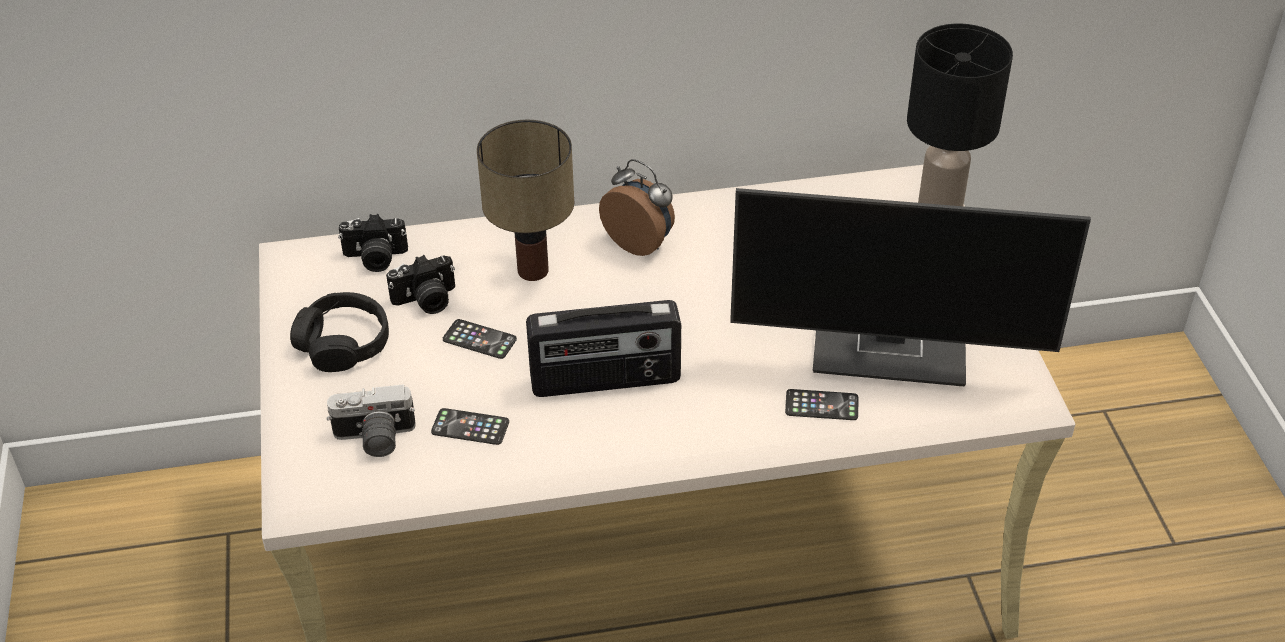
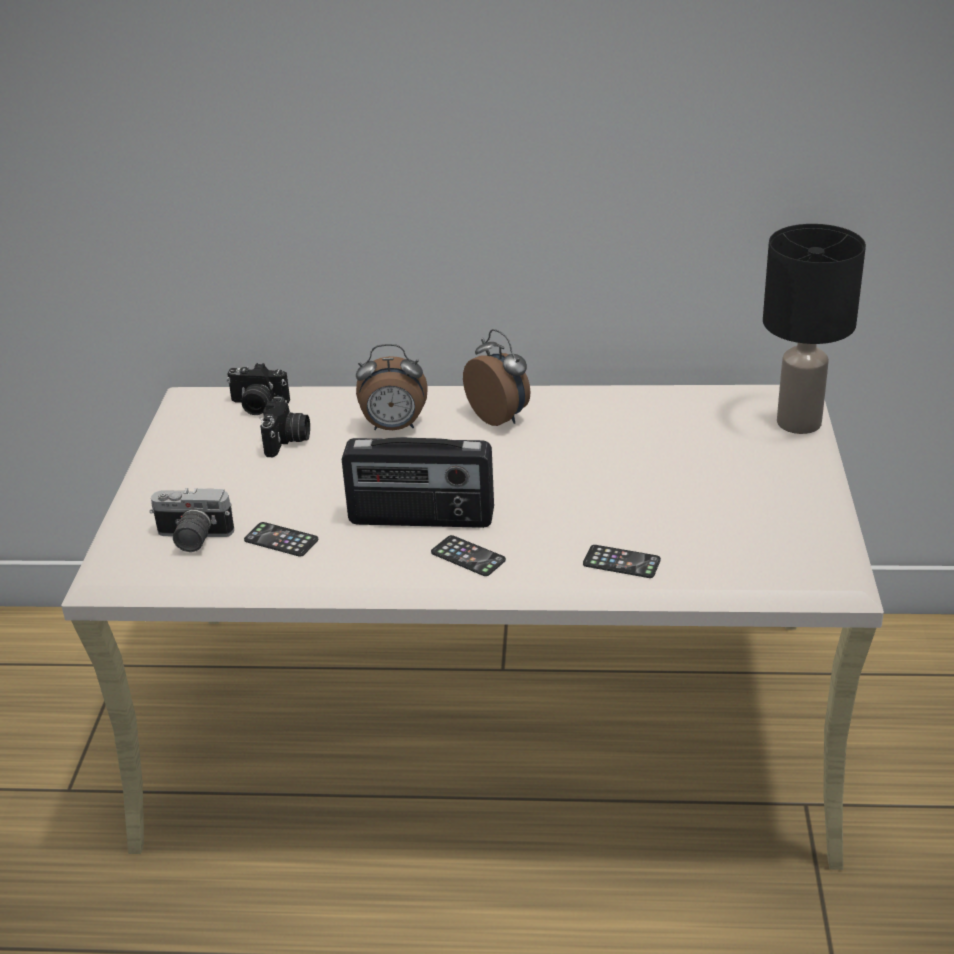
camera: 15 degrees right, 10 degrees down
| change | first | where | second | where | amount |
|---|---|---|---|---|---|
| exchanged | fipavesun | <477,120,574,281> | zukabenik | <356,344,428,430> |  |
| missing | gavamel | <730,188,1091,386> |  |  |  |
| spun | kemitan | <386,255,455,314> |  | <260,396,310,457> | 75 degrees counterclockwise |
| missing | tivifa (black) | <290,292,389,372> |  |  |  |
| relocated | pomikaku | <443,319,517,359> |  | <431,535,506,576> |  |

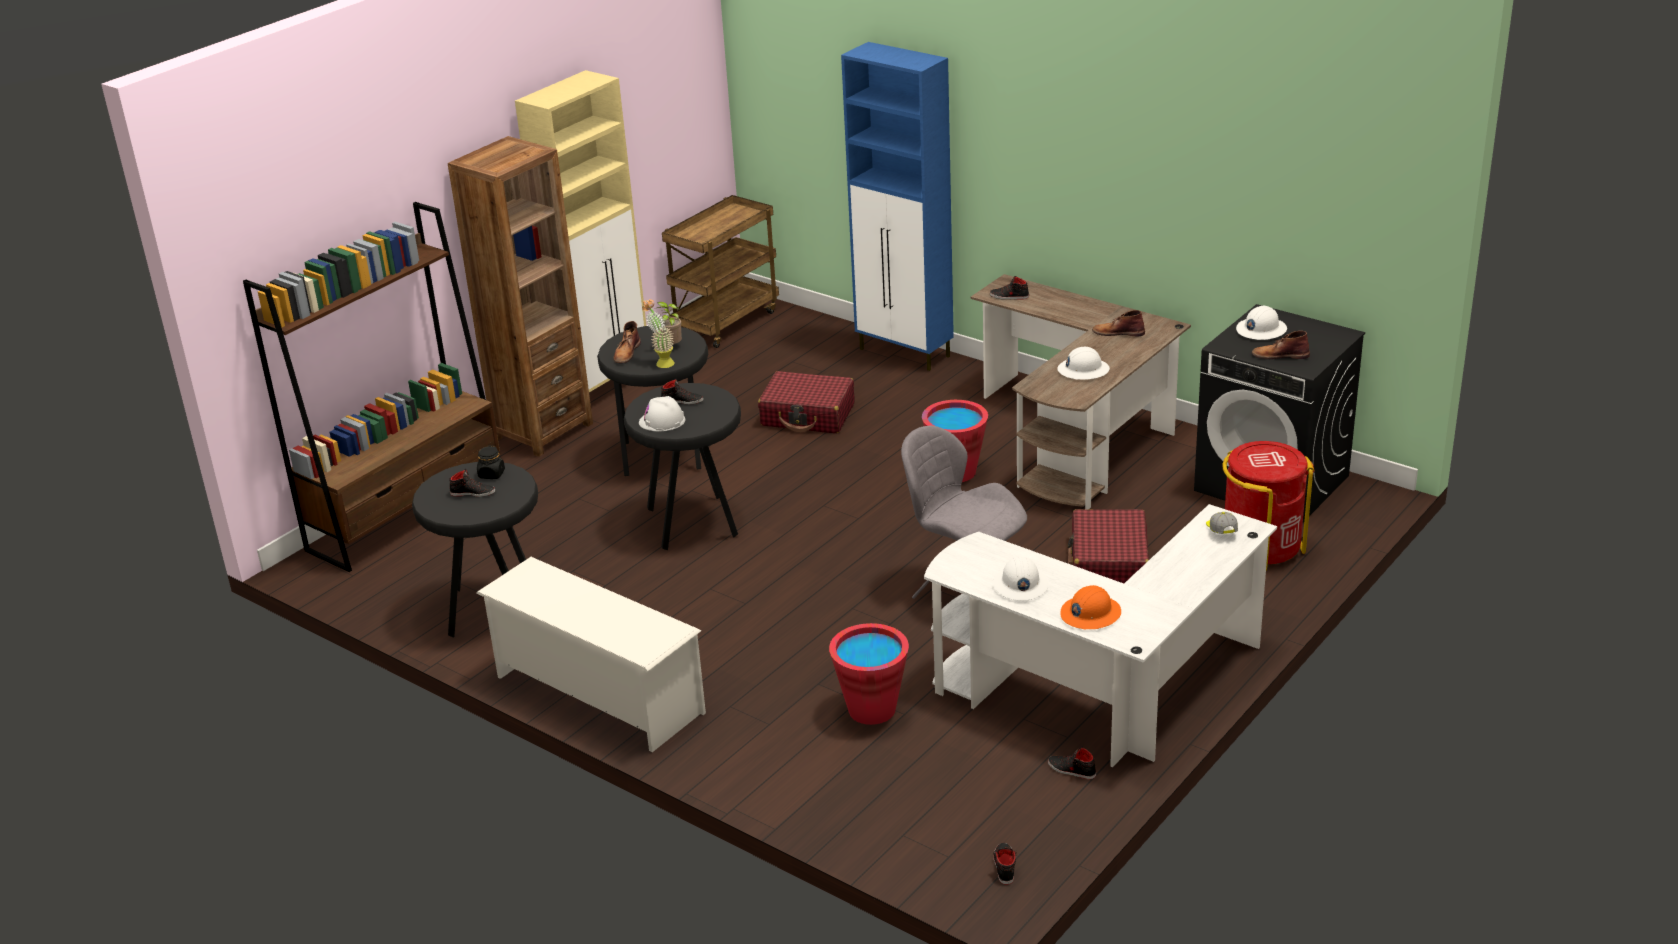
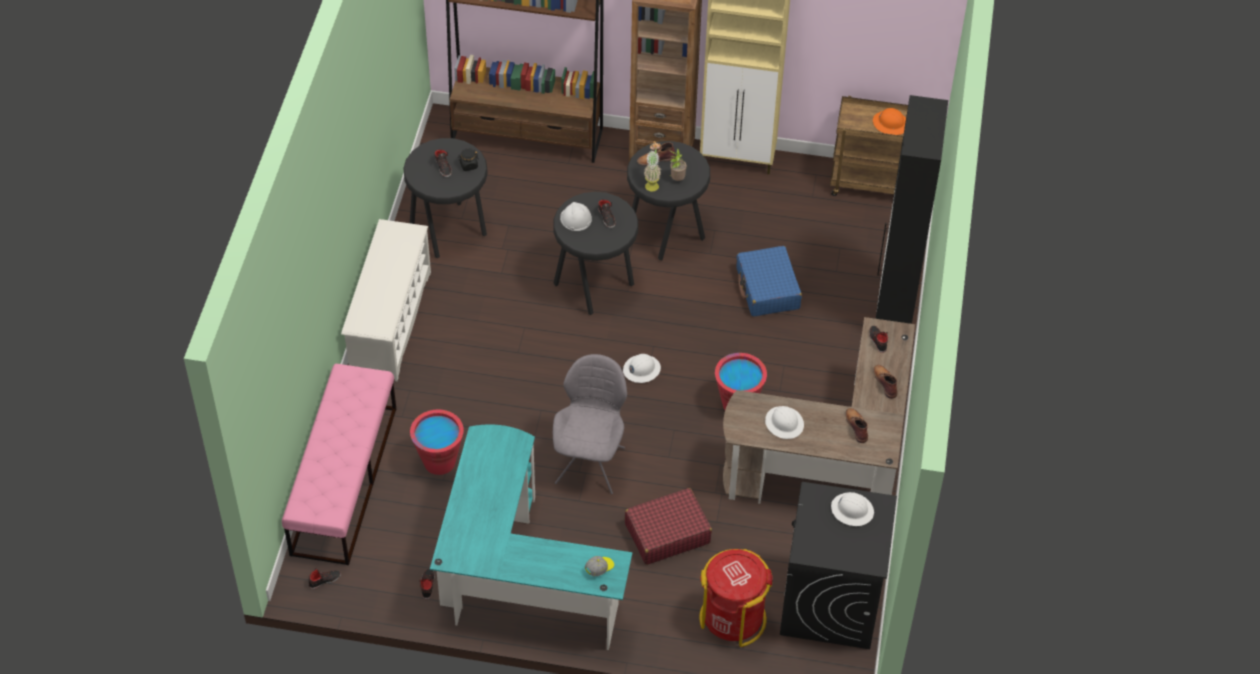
camera: 60 degrees right, 20 degrees up
| change | first | where | second | where | amount |
|---|---|---|---|---|---|
| colour | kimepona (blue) | <841,42,954,371> | kimepona (black) | <876,95,948,324> |  |
| relocated | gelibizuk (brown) | <1252,331,1310,359> |  | <873,365,897,399> |  |
| colour | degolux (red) | <758,371,855,433> | degolux (blue) | <736,246,802,317> |  |
| colour | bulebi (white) | <924,504,1277,767> | bulebi (turquoise) | <430,424,632,650> |  |
| relocated | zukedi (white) | <993,557,1049,601> |  | <623,354,661,383> |  |
| relocated | zukedi (orange) | <1060,585,1121,629> |  | <873,108,906,135> |  |
| appeared |  |  | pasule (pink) | <282,364,396,565> |  |

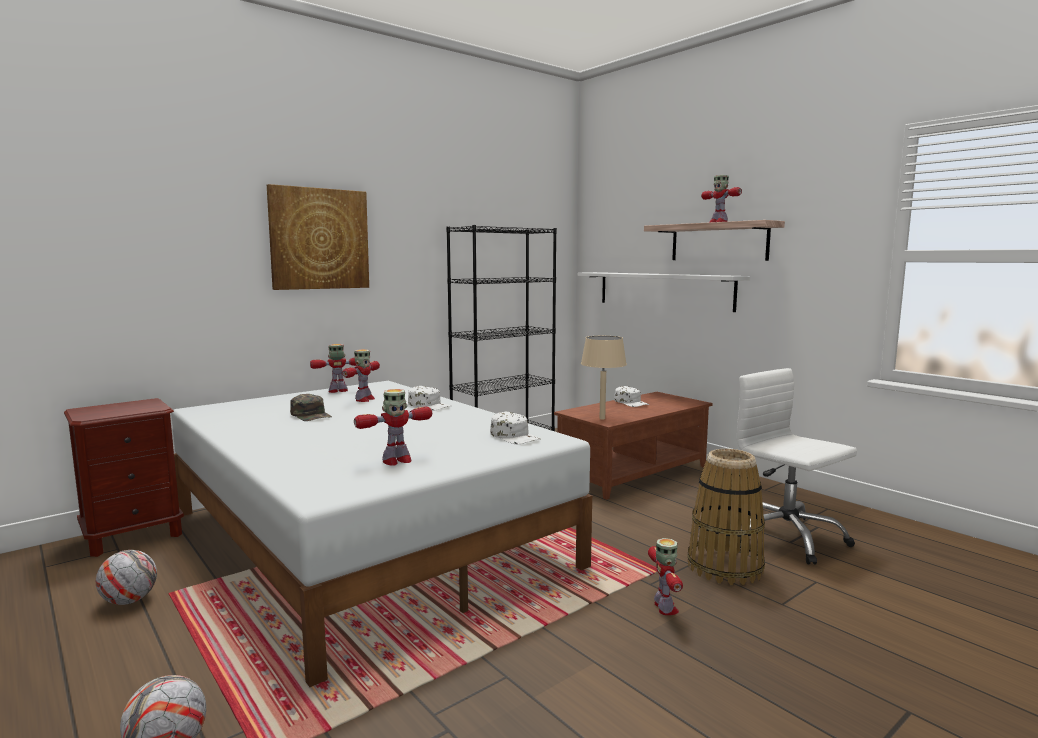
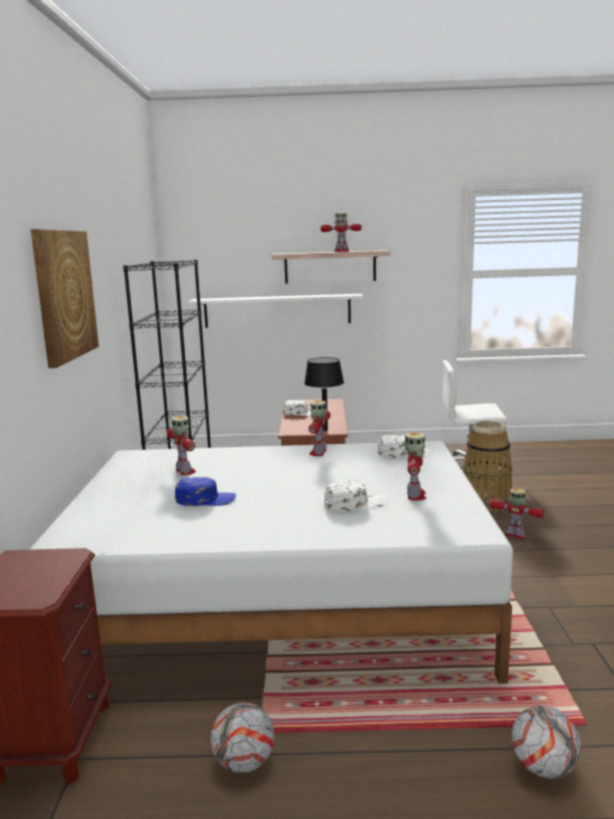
camera: 50 degrees left, 5 degrees up
| change | first | where | second | where | amount |
|---|---|---|---|---|---|
| colour | fipavesun (beige) | <581,336,627,419> | fipavesun (black) | <304,357,344,431> |  |
| relocated | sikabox | <310,344,358,393> |  | <309,400,331,456> |  |
| relocated | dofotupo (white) | <408,386,451,411> |  | <324,480,386,511> |  |
| colour | dofotupo (green) | <290,394,332,421> | dofotupo (blue) | <175,477,236,506> |  |

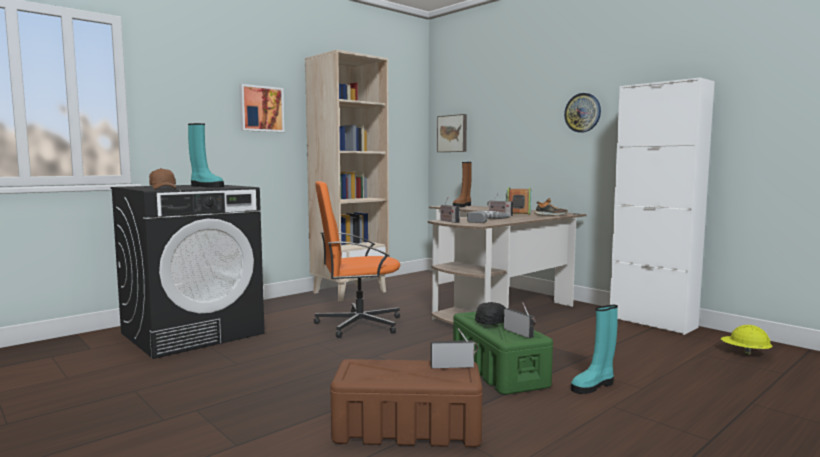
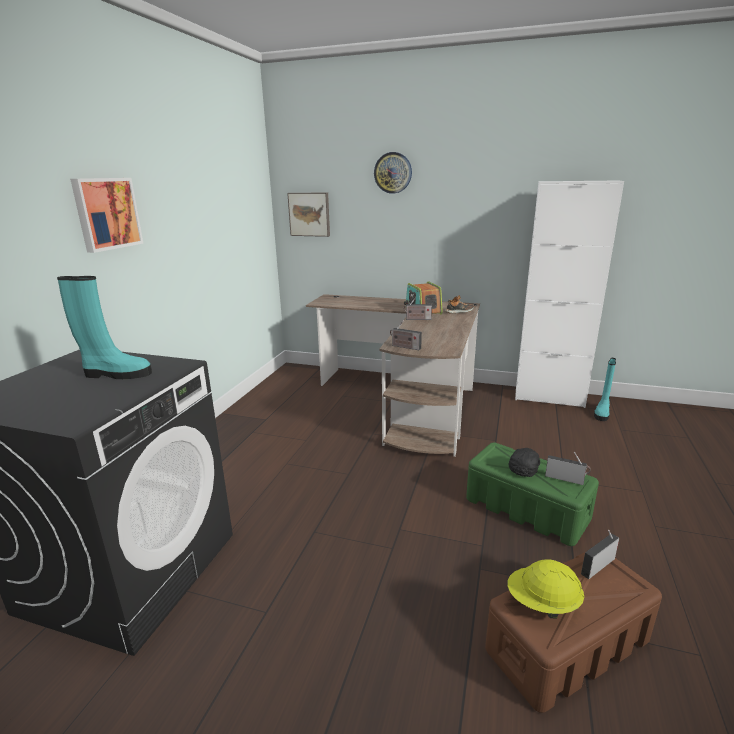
camera: 30 degrees left, 15 degrees up
| change | first | where | second | where | amount |
|---|---|---|---|---|---|
| missing | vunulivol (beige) | <305,50,389,302> |  |  |  |
| relocated | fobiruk | <564,93,601,133> |  | <374,152,412,194> |  |
| missing | gelibizuk (brown) | <453,162,472,207> |  |  |  |
| missing | dofotupo (brown) | <149,168,176,189> |  |  |  |
| missing | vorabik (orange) | <314,181,400,338> |  |  |  |
| missing | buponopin | <467,210,510,223> |  |  |  |
| relocated | gelibizuk (turquoise) | <571,305,618,394> |  | <594,358,616,421> |  |
| relocated | zukedi (yellow) | <721,325,773,356> |  | <508,559,584,619> |  |

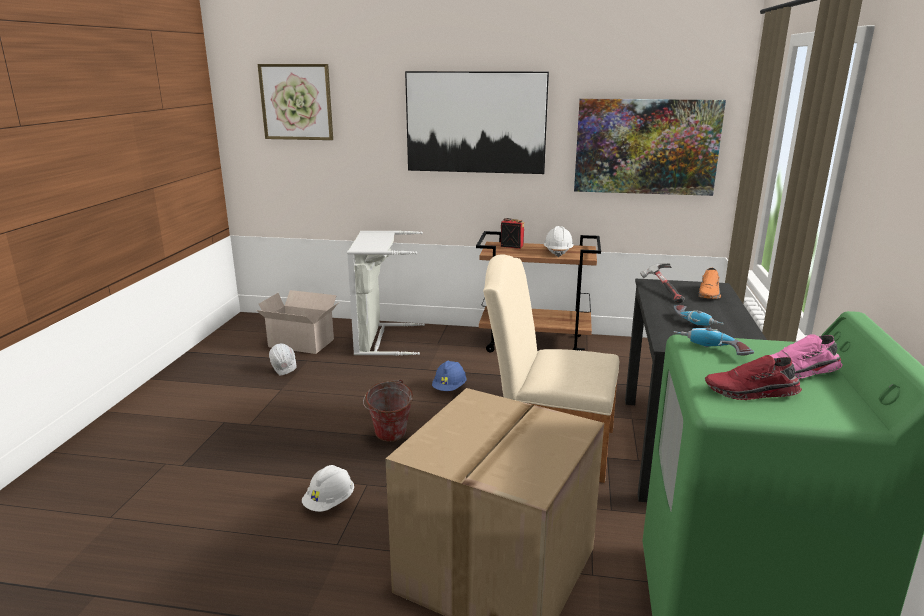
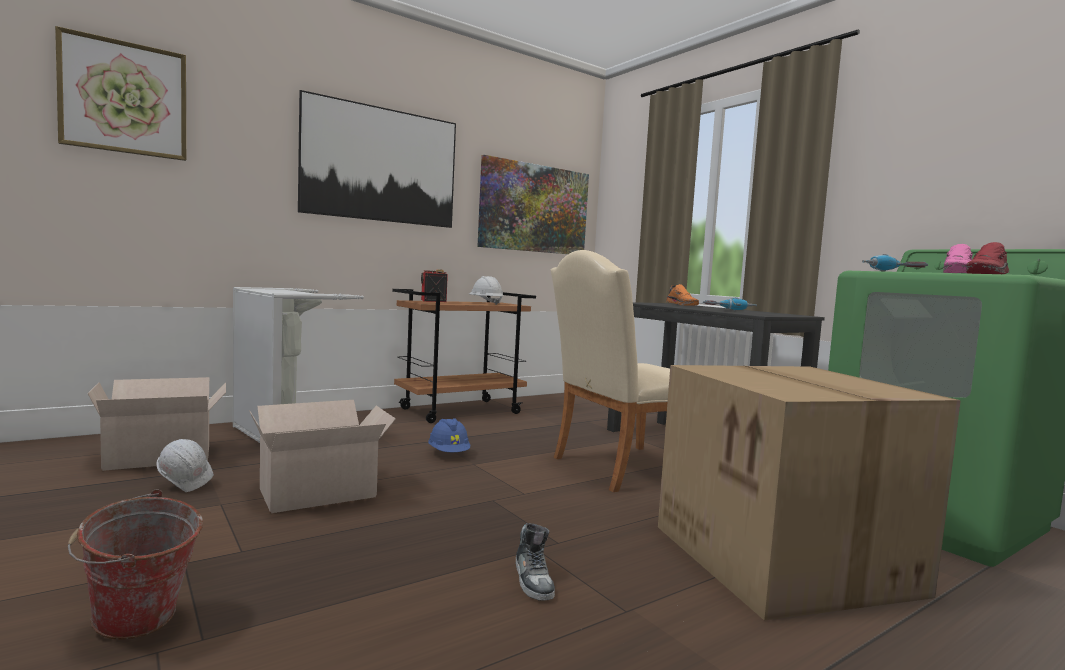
camera: 45 degrees left, 15 degrees down
| change | first | where | second | where | amount |
|---|---|---|---|---|---|
| missing | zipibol | <640,263,684,303> |  |  |  |
| relocated | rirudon | <363,379,413,442> |  | <68,490,203,640> |  |
| exchanged | zukedi (white) | <302,465,354,512> | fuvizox | <516,523,555,601> |  |
| appeared |  |  | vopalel | <249,400,396,513> |  |

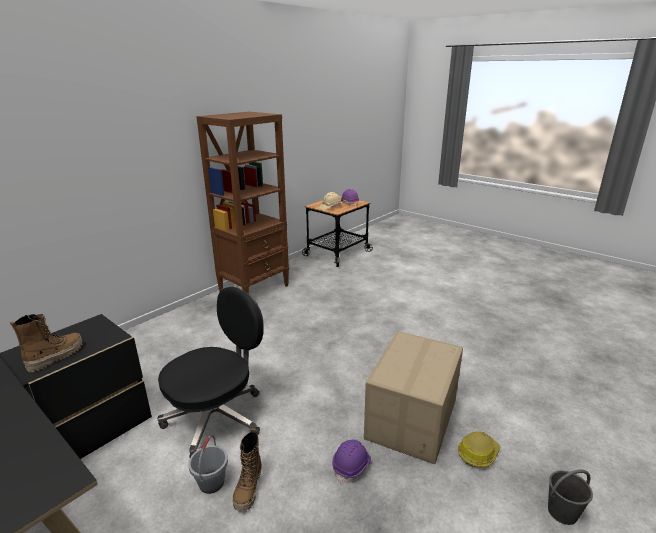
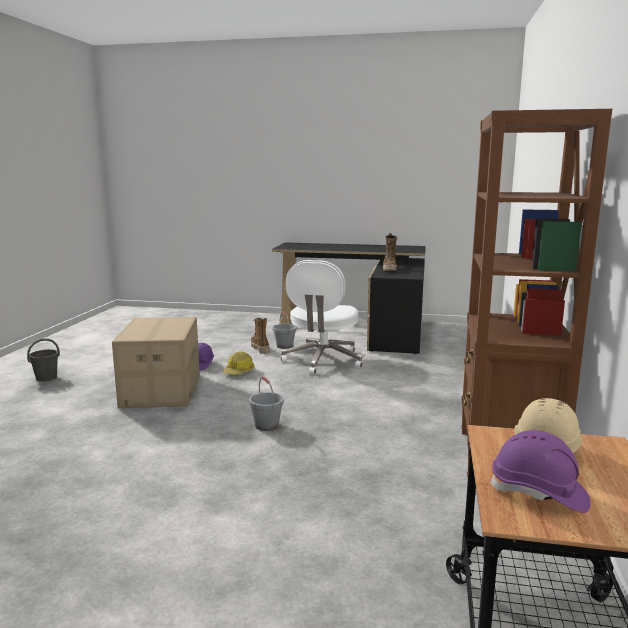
camera: 150 degrees right, 10 degrees down
| change | first | where | second | where | amount |
|---|---|---|---|---|---|
| colour | vorabik (black) | <157,287,263,457> | vorabik (white) | <281,260,363,375> |  |
| relocated | zukedi | <458,431,500,468> |  | <223,351,255,375> |  |
| appeared |  |  | rirudon (grey) | <249,377,284,431> |  |

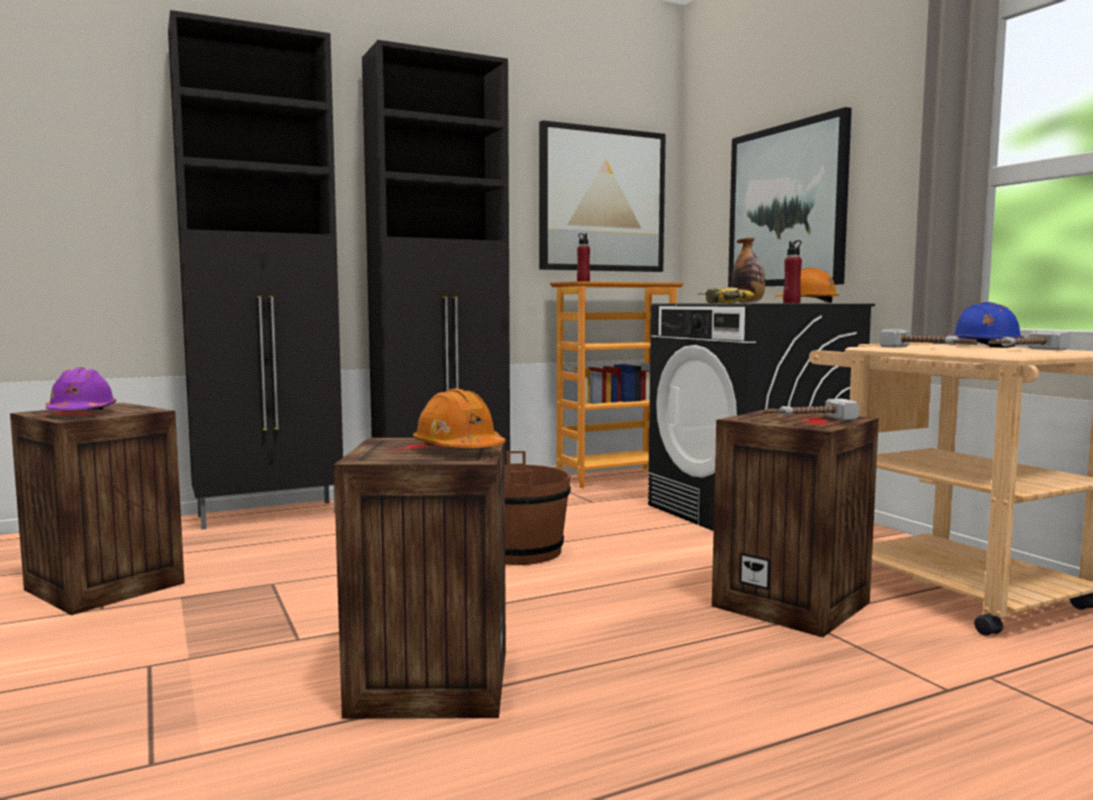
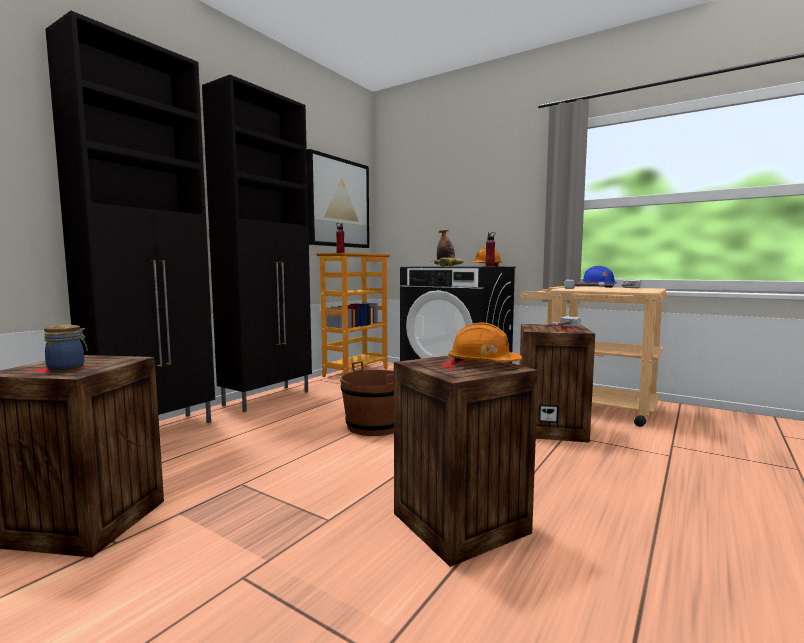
camera: 30 degrees left, 0 degrees up
| change | first | where | second | where | amount |
|---|---|---|---|---|---|
| missing | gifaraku | <728,107,852,287> |  |  |  |
| exchanged | zukedi (purple) | <46,367,117,410> | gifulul | <44,324,88,371> |  |

